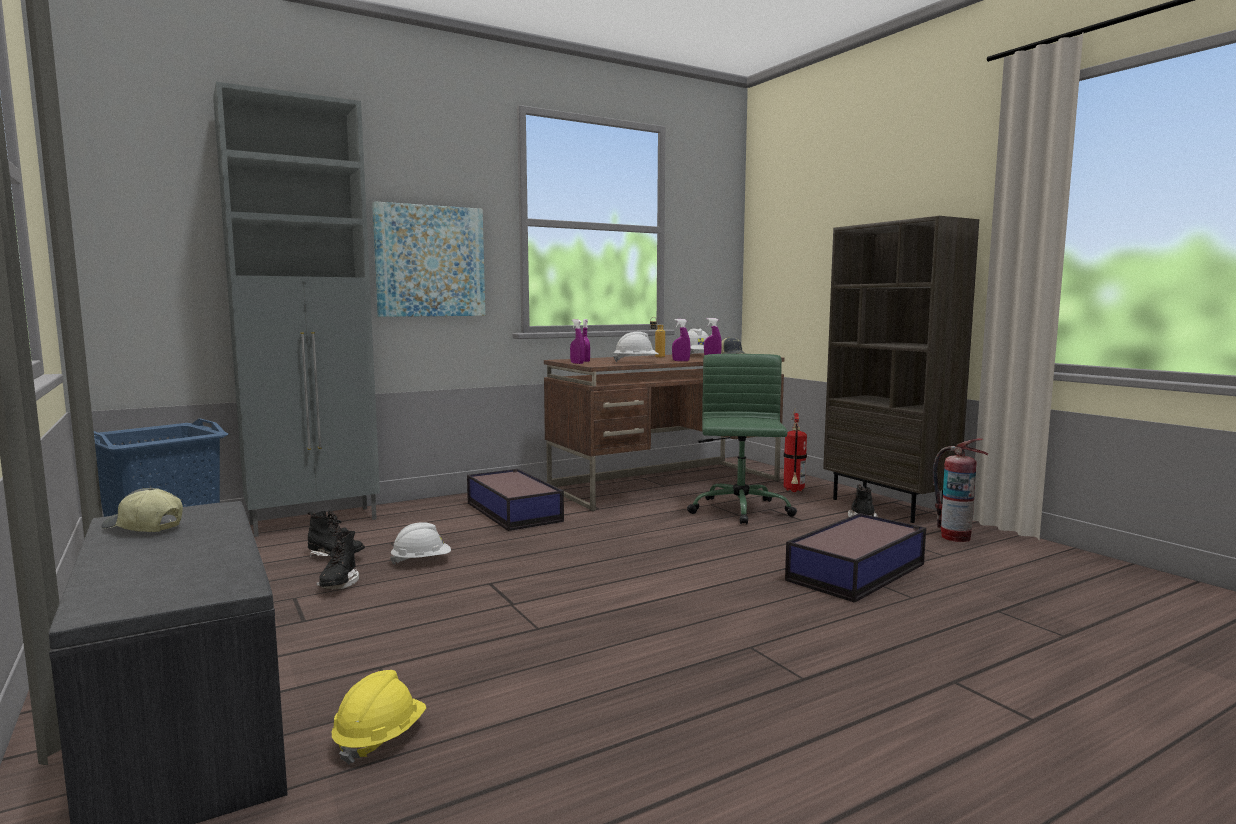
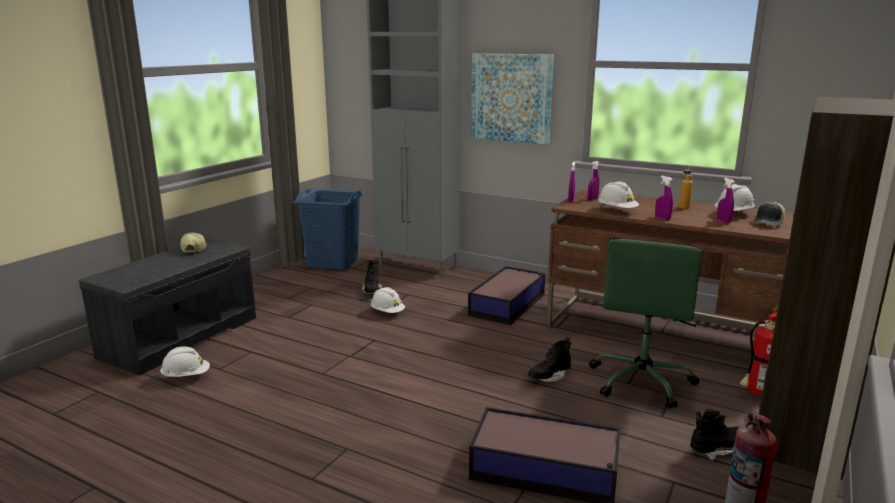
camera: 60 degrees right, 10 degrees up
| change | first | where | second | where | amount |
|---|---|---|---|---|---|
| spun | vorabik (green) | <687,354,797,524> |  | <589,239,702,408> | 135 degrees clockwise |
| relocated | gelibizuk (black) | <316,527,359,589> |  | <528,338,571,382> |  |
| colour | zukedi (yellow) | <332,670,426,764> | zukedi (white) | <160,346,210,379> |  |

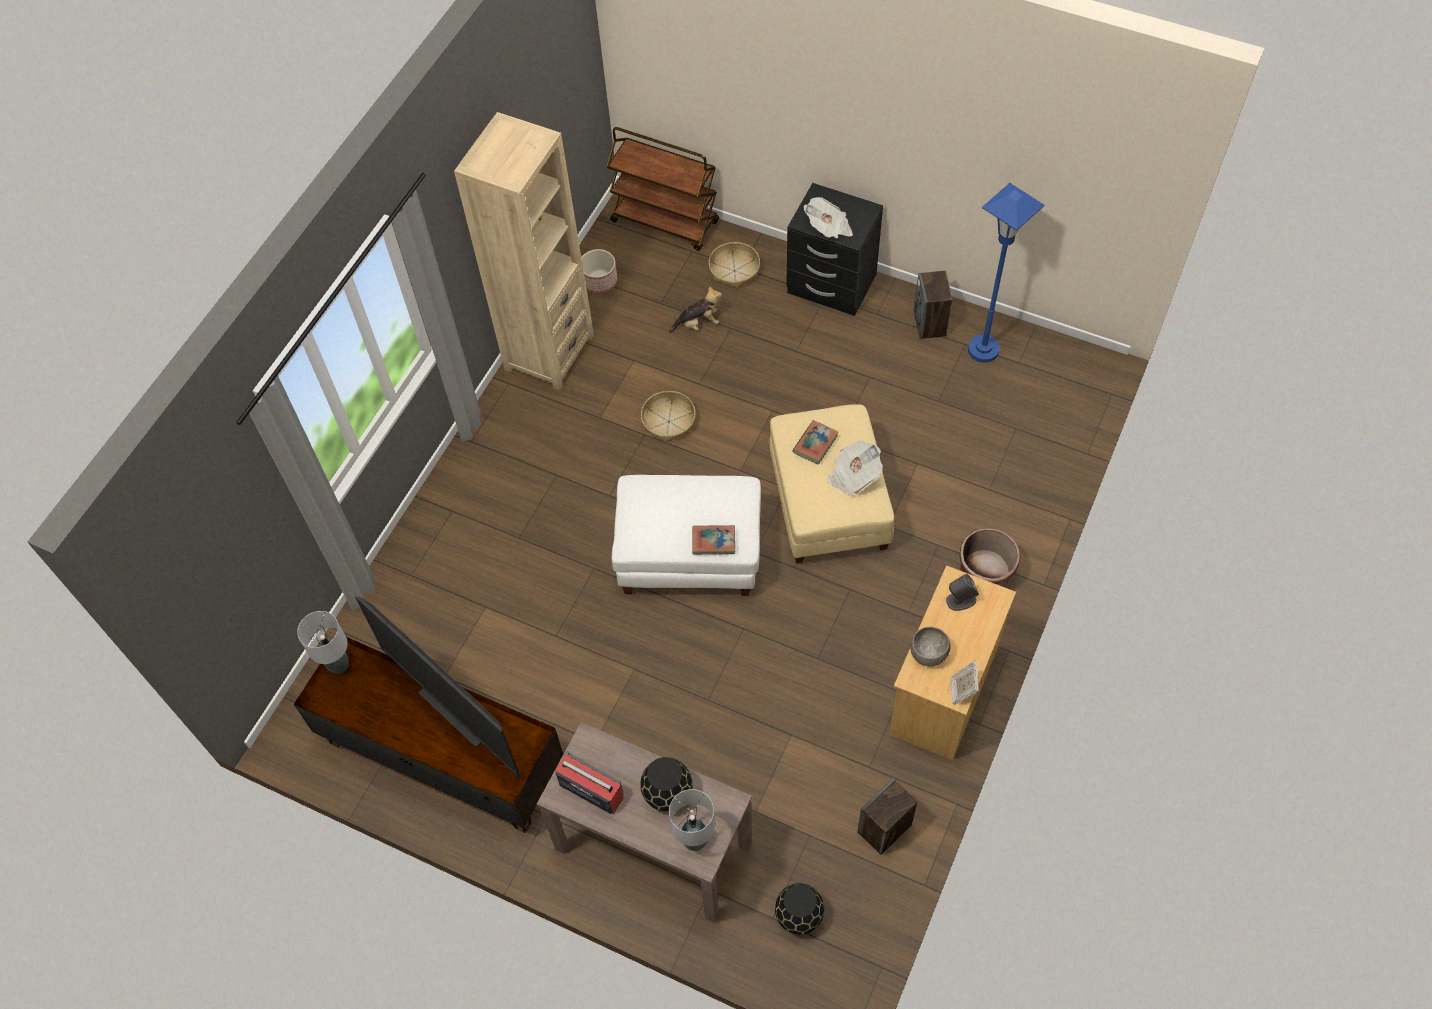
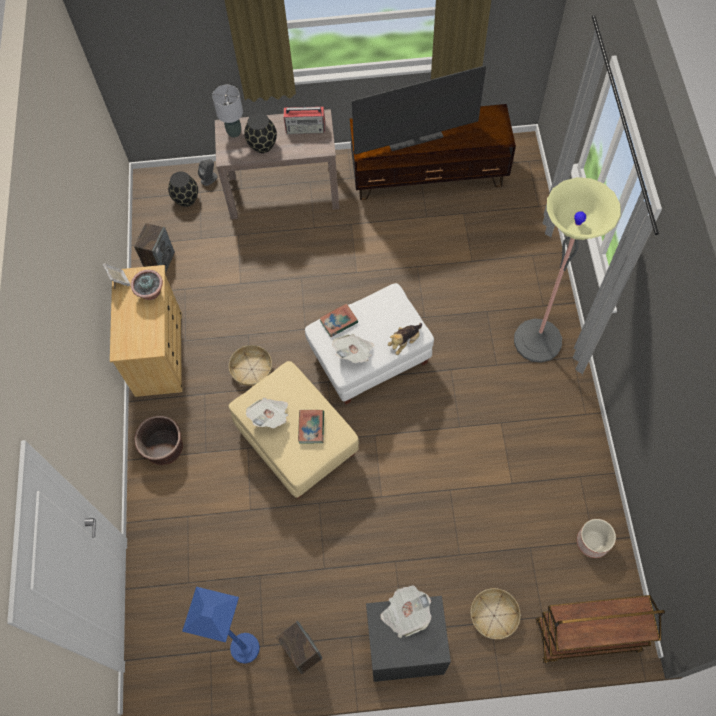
camera: 150 degrees right, 5 degrees up
| change | first | where | second | where | amount |
|---|---|---|---|---|---|
| missing | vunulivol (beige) | <454,112,594,390> |  |  |  |
| relocated | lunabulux | <669,286,722,333> |  | <388,323,422,355> |  |
| relocated | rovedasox | <641,391,696,443> |  | <229,345,272,386> |  |
| relocated | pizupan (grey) | <946,574,979,611> |  | <198,159,218,186> |  |
| spun | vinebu | <355,596,520,778> |  | <352,66,486,155> | 150 degrees clockwise |
| missing | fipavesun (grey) | <297,611,349,674> |  |  |  |
| exchanged | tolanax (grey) | <910,627,951,667> | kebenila | <131,270,163,300> |  |
| appeared |  |  | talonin | <514,177,621,363> |  |
| appeared |  |  | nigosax | <332,334,374,363> |  |

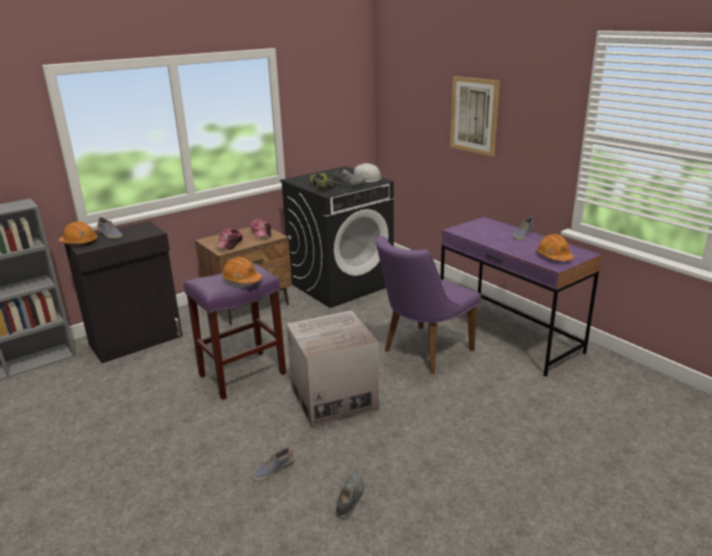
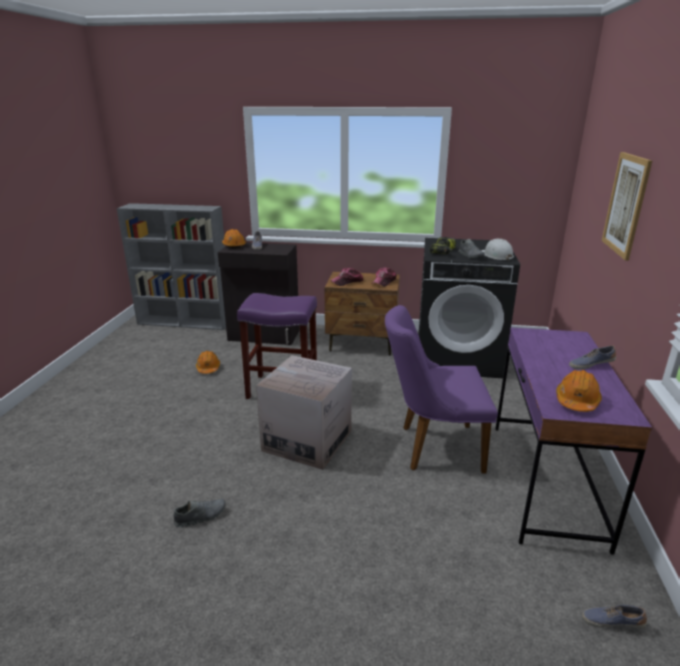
camera: 45 degrees right, 0 degrees up
| change | first | where | second | where | amount |
|---|---|---|---|---|---|
| relocated | zukedi (orange) | <222,257,262,284> |  | <196,351,220,374> |  |
| relocated | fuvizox | <252,447,294,482> |  | <582,605,647,628> |  |

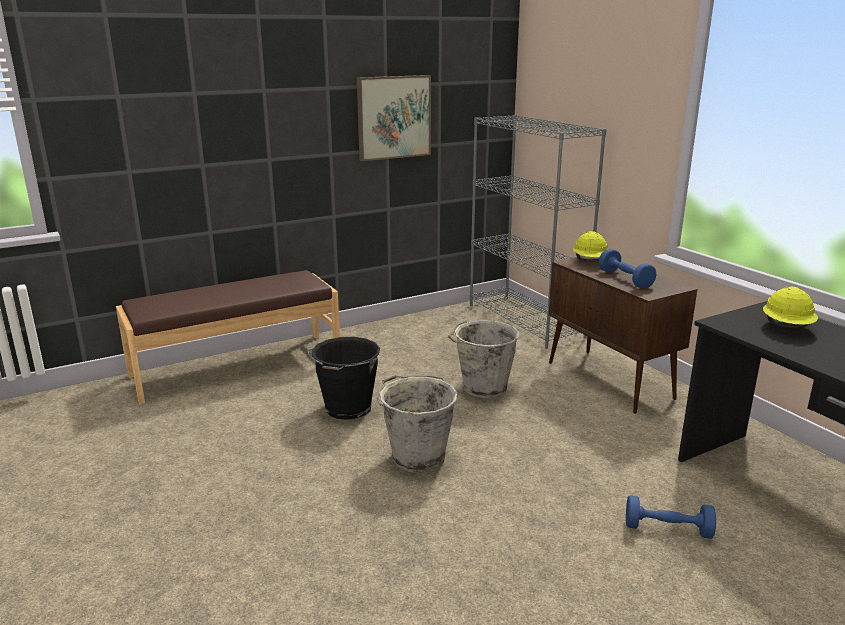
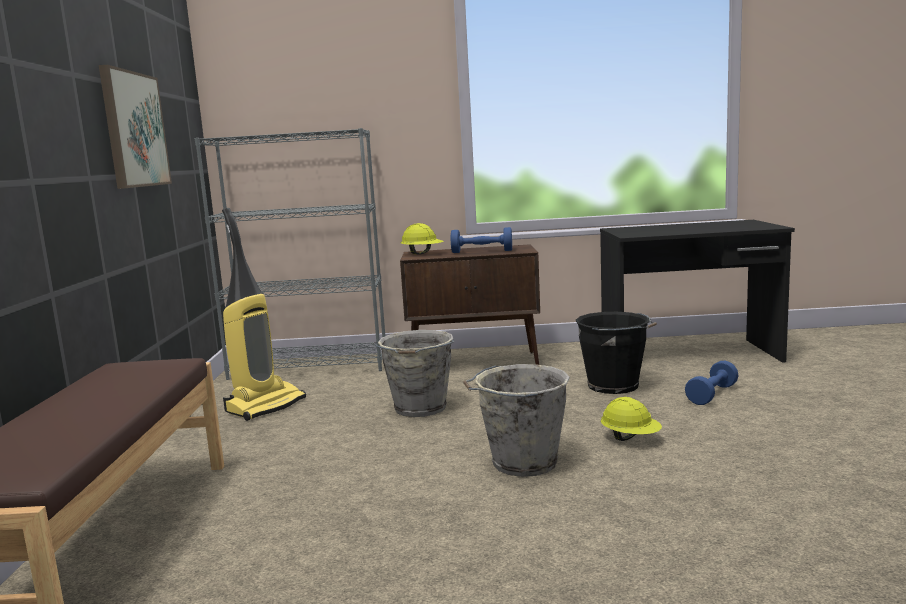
camera: 60 degrees left, 10 degrees down
| change | first | where | second | where | amount |
|---|---|---|---|---|---|
| relocated | zukedi (yellow) | <763,287,818,328> |  | <601,397,662,441> |  |
| relocated | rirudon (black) | <307,337,380,420> |  | <575,312,657,394> |  |
| appeared |  |  | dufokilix | <222,208,306,421> |  |

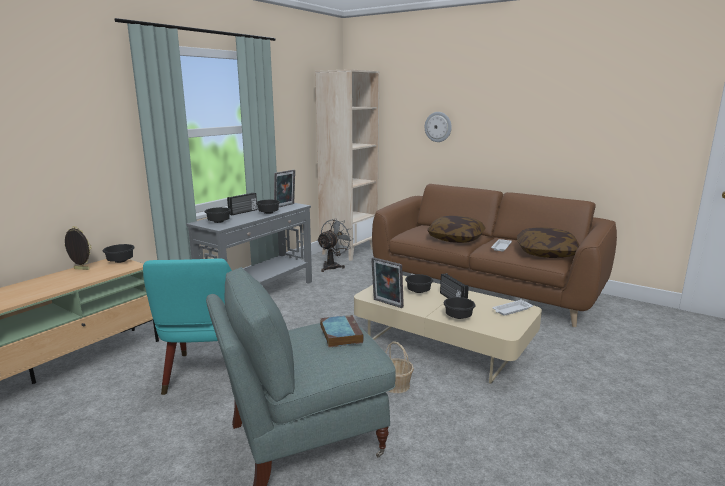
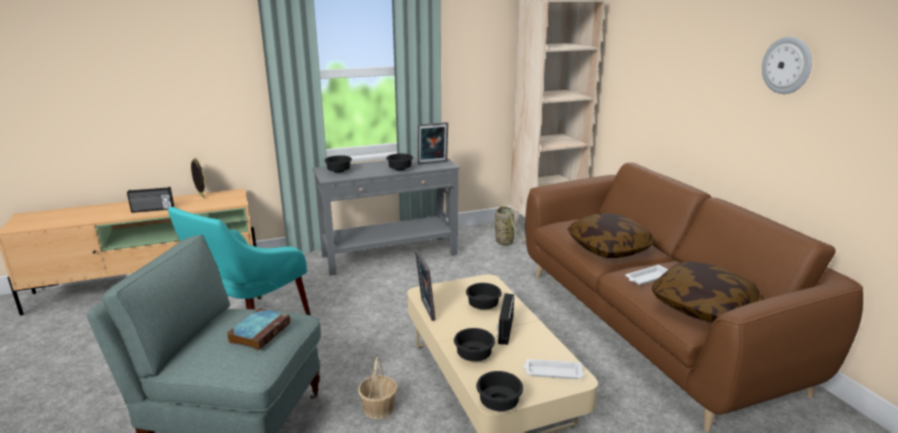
camera: 35 degrees right, 5 degrees up
| change | first | where | second | where | amount |
|---|---|---|---|---|---|
| relocated | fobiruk | <425,112,452,142> |  | <762,37,812,94> |  |
| relocated | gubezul | <227,193,257,215> |  | <127,187,174,213> |  |
| exchanged | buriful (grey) | <317,218,354,272> | rovedasox | <490,206,525,250> |  |
| relocated | tolanax (black) | <103,244,135,263> |  | <476,371,523,411> |  |

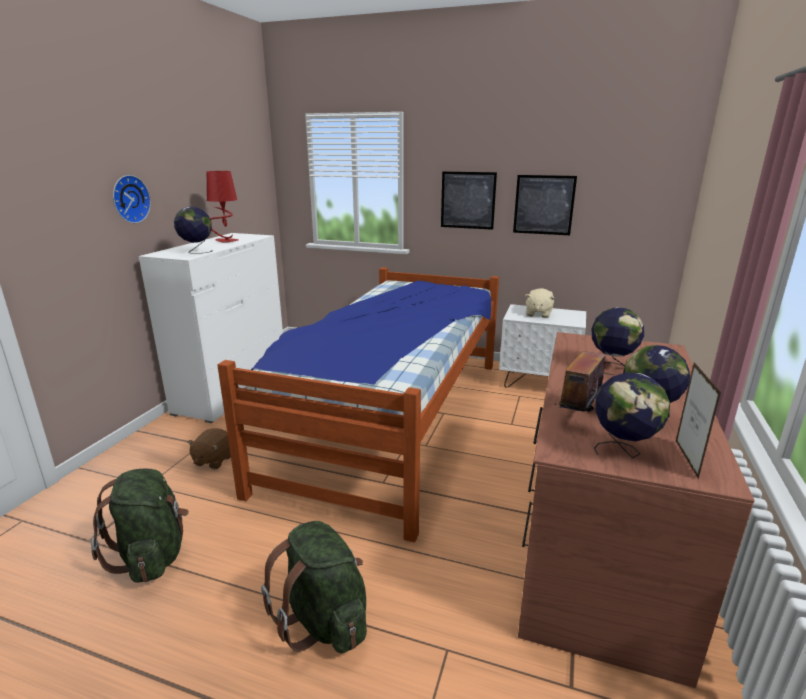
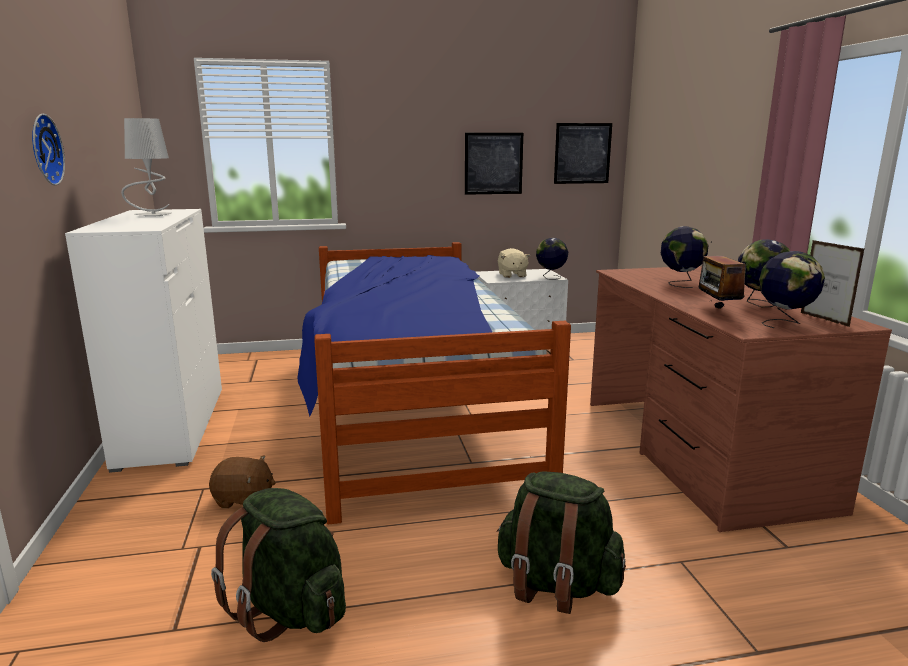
camera: 30 degrees left, 5 degrees down
| change | first | where | second | where | amount |
|---|---|---|---|---|---|
| colour | fipavesun (red) | <207,171,239,242> | fipavesun (grey) | <121,118,171,217> |  |
| relocated | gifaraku | <441,171,497,230> |  | <554,123,612,184> |  |
| relocated | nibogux | <174,207,212,254> |  | <536,238,568,280> |  |
| spun | lunabulux (brown) | <187,428,231,469> |  | <209,455,276,508> | 75 degrees counterclockwise |

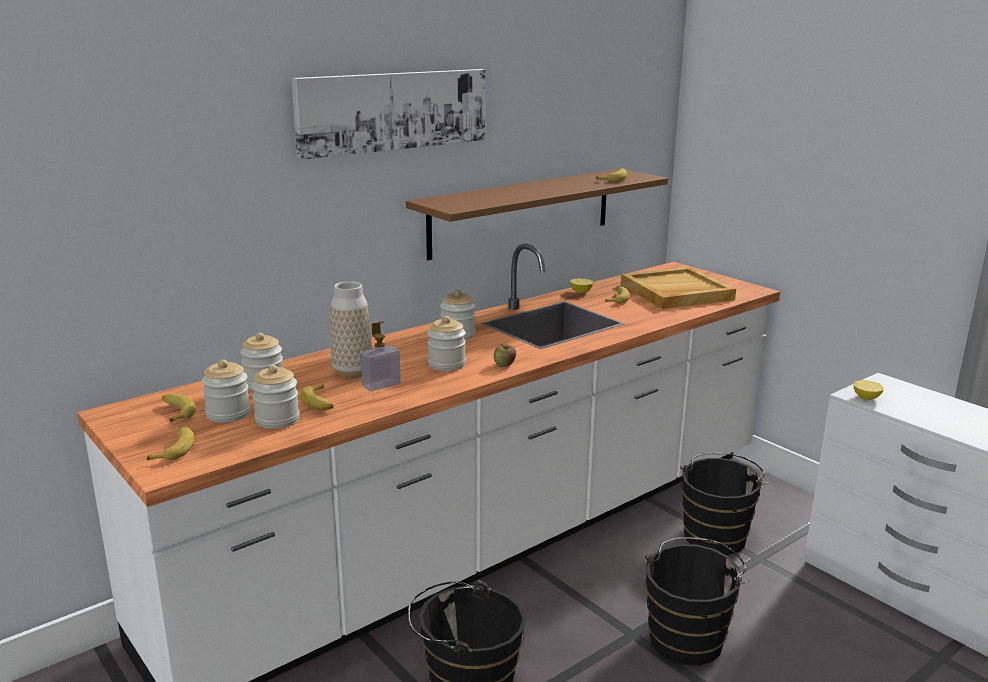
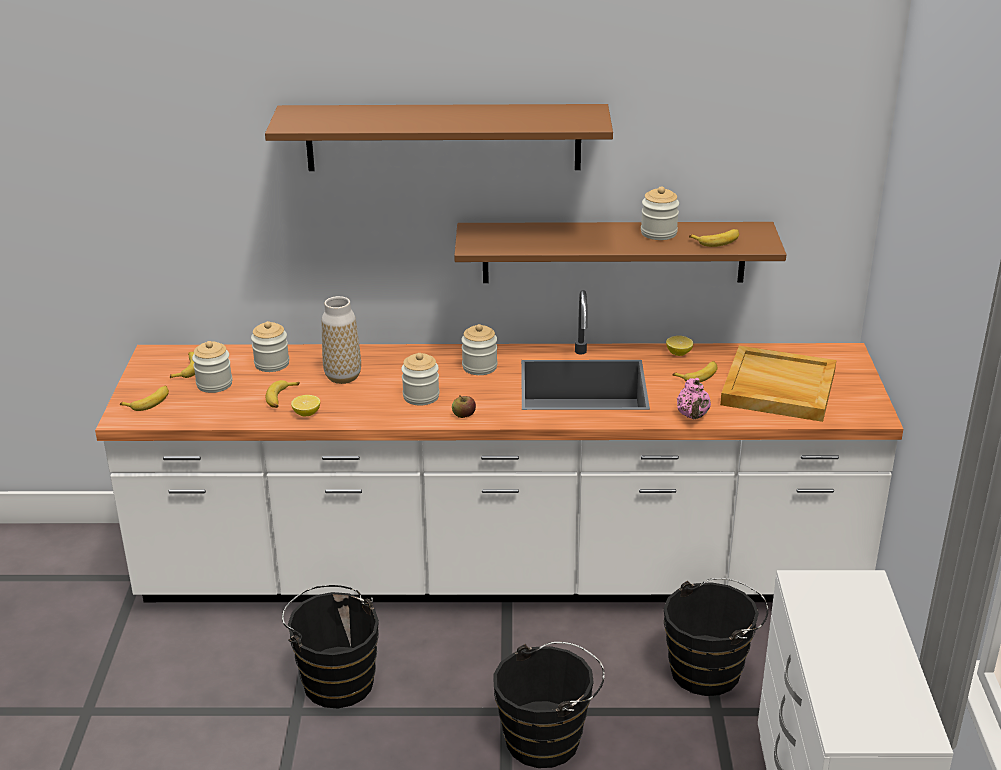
camera: 40 degrees right, 10 degrees up
| change | first | where | second | where | amount |
|---|---|---|---|---|---|
| exchanged | gifaraku | <291,69,485,160> | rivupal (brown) | <265,104,613,171> |  |
| missing | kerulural | <360,321,401,391> |  |  |  |
| relocated | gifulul | <252,365,300,429> |  | <641,186,679,240> |  |
| relocated | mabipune | <854,380,884,400> |  | <291,395,320,416> |  |
| appeared |  |  | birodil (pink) | <677,378,711,419> |  |

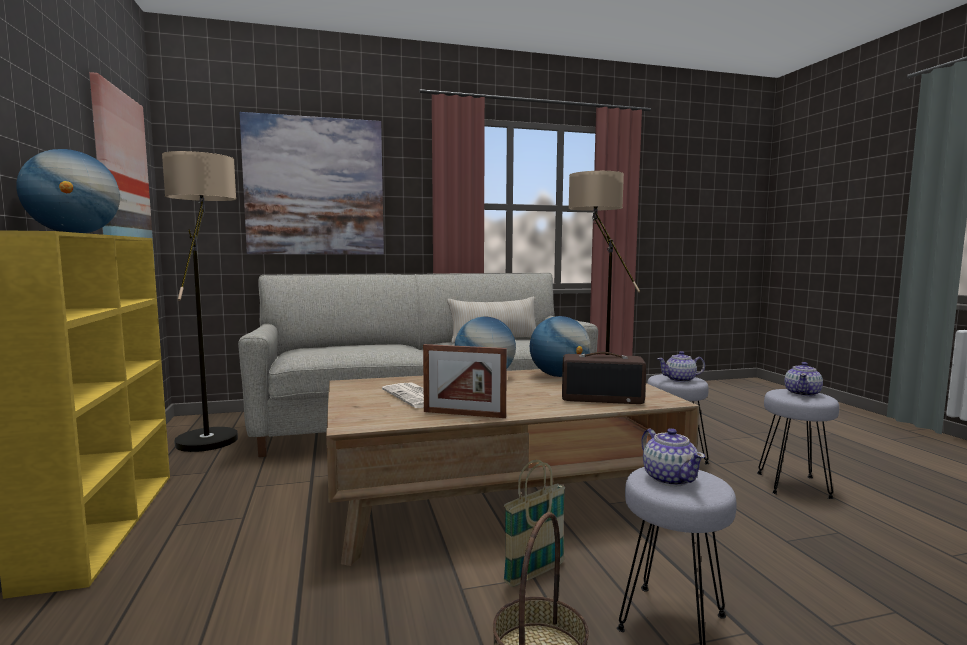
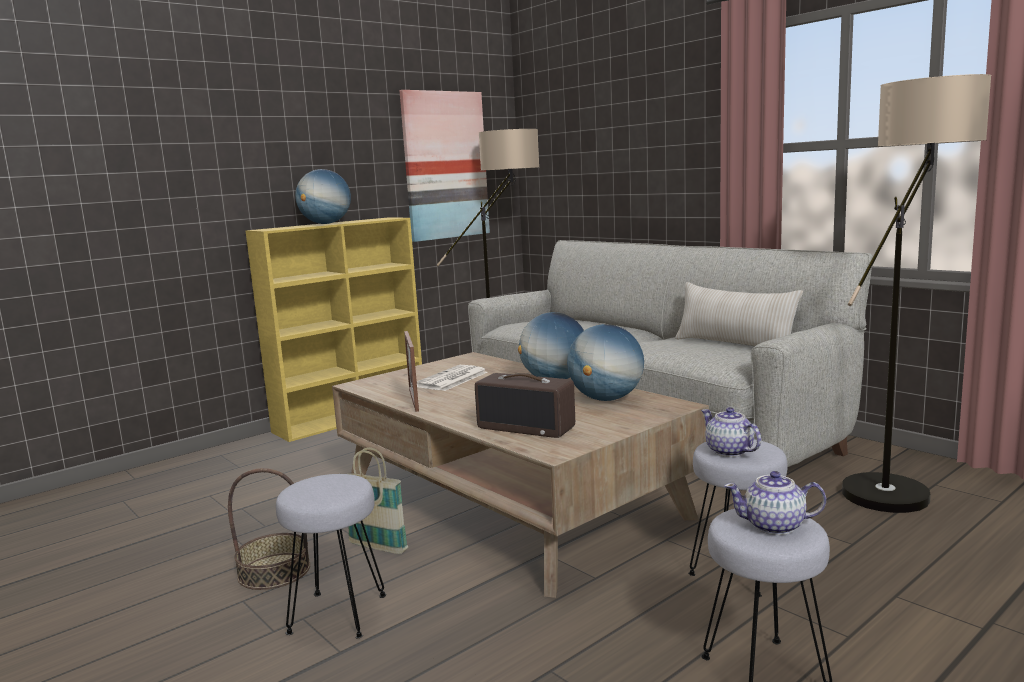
camera: 65 degrees right, 5 degrees up
| change | first | where | second | where | amount |
|---|---|---|---|---|---|
| missing | gifaraku | <239,112,384,254> |  |  |  |
| spun | gubezul | <562,352,646,404> |  | <475,373,575,438> | 45 degrees counterclockwise |
| missing | birodil | <641,428,705,486> |  |  |  |

